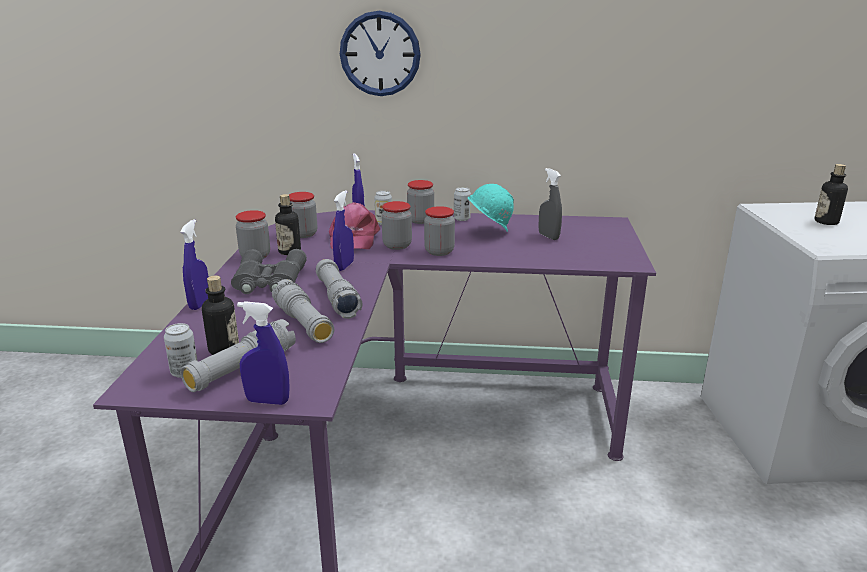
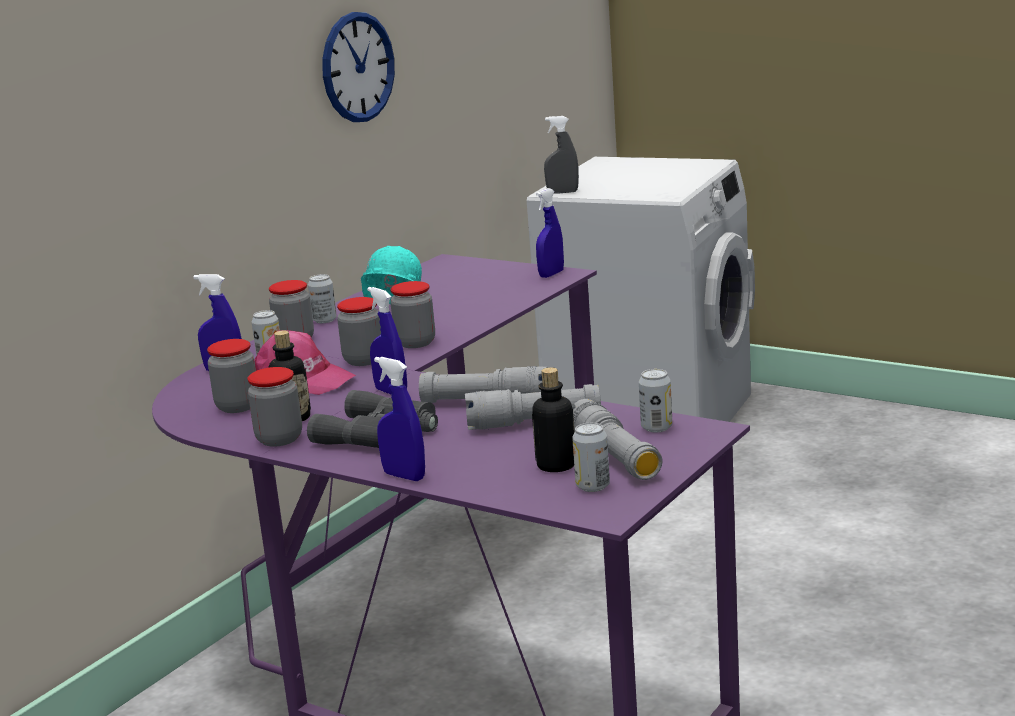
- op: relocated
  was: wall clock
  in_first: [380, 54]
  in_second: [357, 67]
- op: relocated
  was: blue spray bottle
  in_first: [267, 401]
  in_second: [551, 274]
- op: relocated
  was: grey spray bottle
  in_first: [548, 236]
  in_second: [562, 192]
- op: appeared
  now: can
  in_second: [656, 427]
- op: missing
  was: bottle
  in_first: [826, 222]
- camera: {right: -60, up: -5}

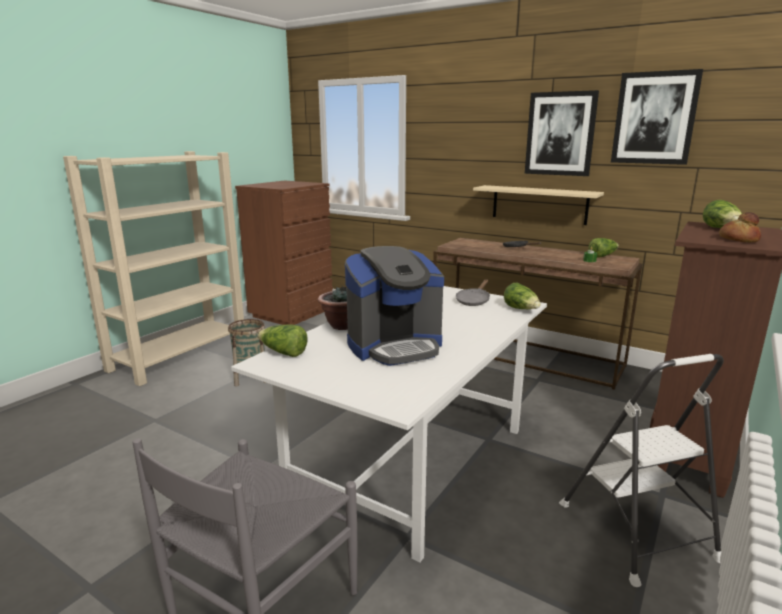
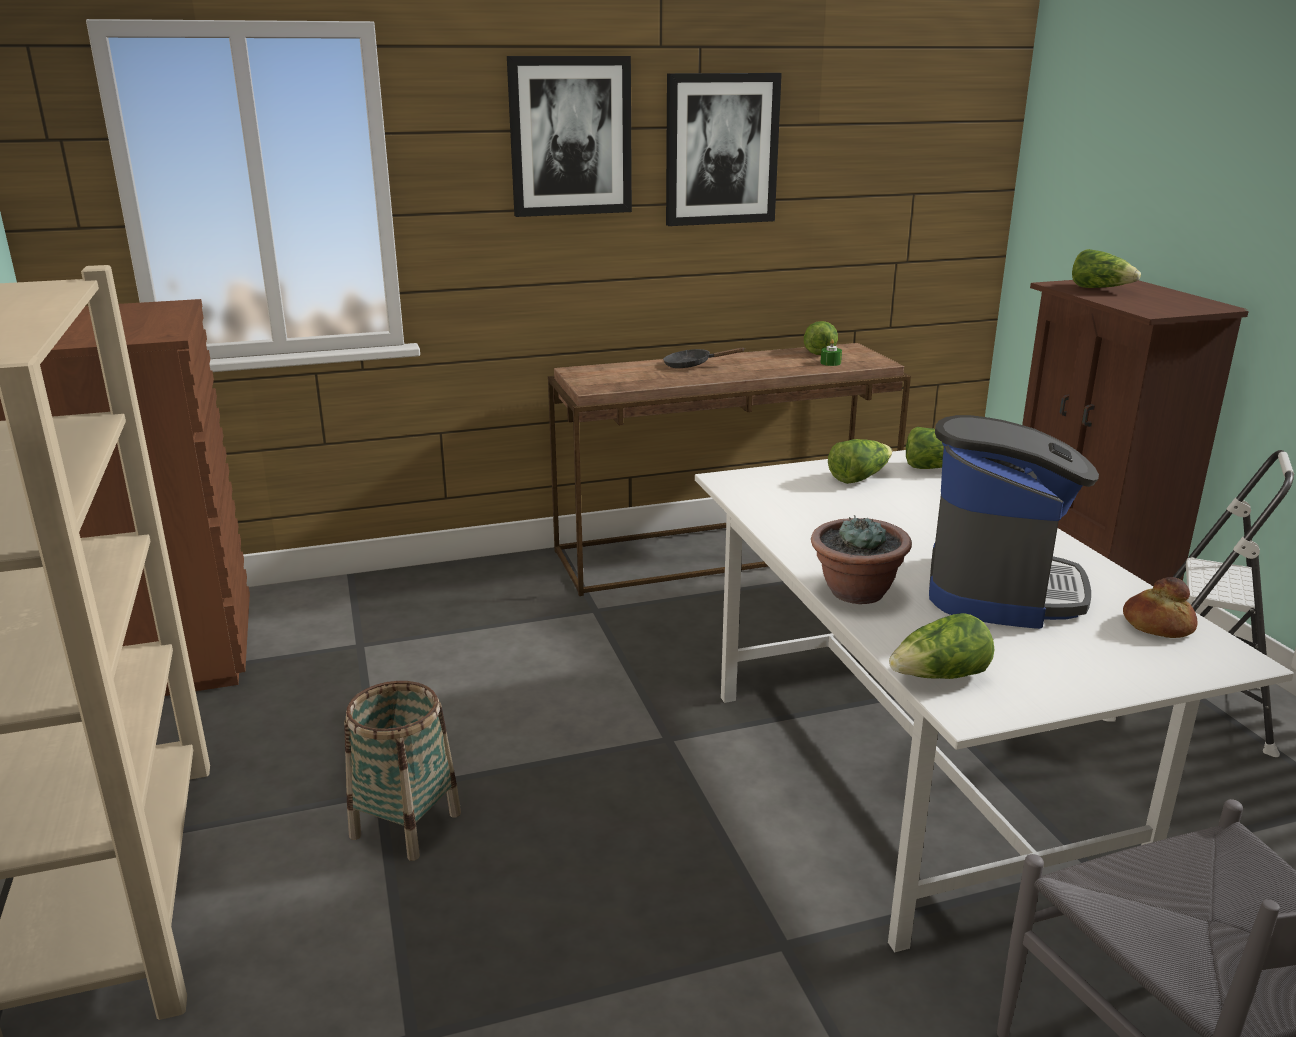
- op: relocated
  was: picture
  in_first: [654, 118]
  in_second: [570, 136]
- op: exchanged
  was: grey frying pan
  now: lettuce
  in_first: [473, 301]
  in_second: [858, 477]
- op: relocated
  was: bread
  in_first: [738, 239]
  in_second: [1157, 626]
- op: missing
  was: beige shelf
  in_first: [539, 204]
- camera: {right: -50, up: 5}

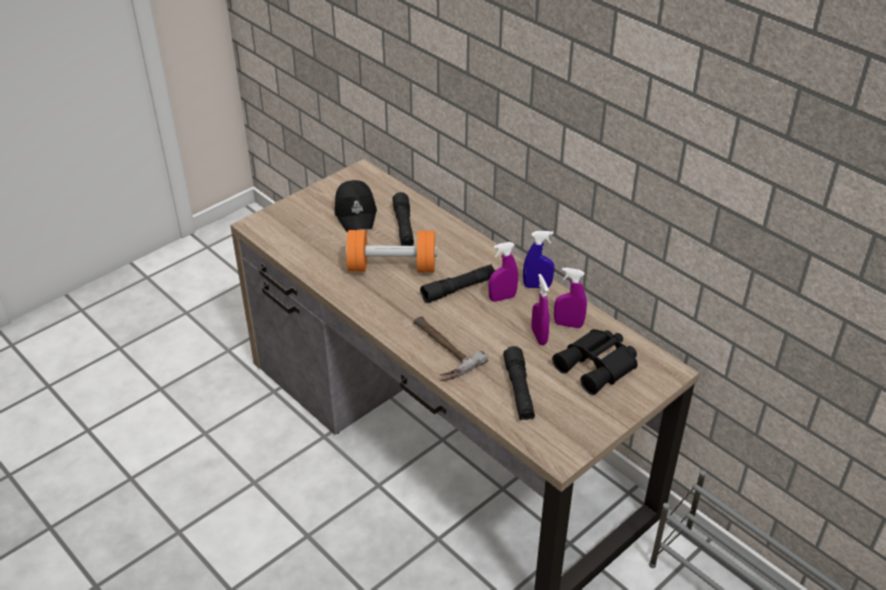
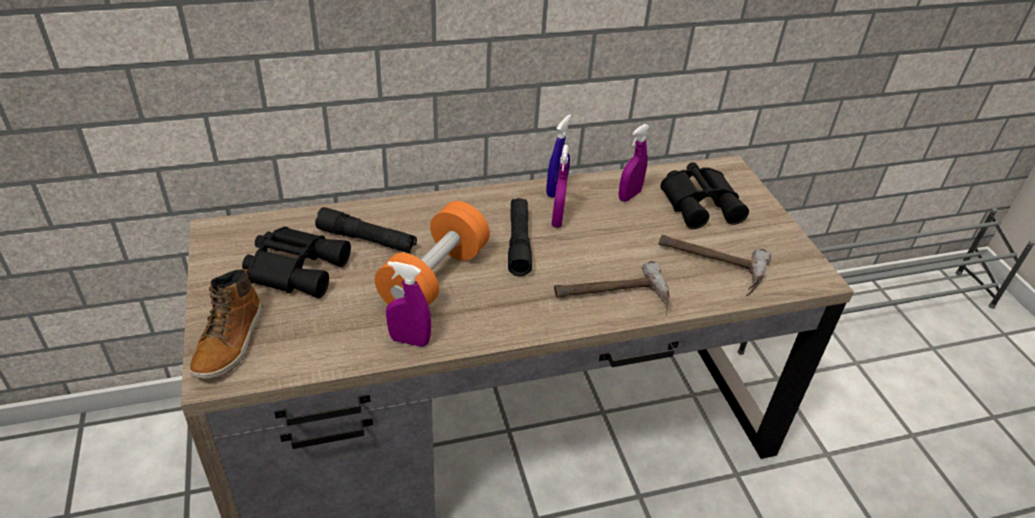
- op: appeared
  now: boot
  in_second: [230, 341]
- op: exchanged
  was: black cap
  now: black binoculars
  in_first: [356, 212]
  in_second: [296, 267]
- op: relocated
  was: purple spray bottle
  in_first: [539, 336]
  in_second: [409, 340]
- op: exchanged
  was: black flashlight
  now: hammer
  in_first: [519, 390]
  in_second: [709, 265]
- camera: {right: -65, up: 0}

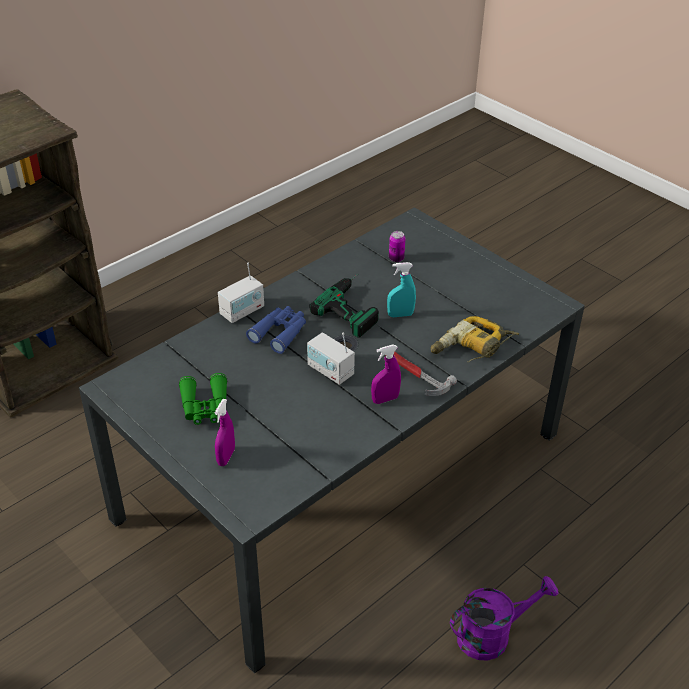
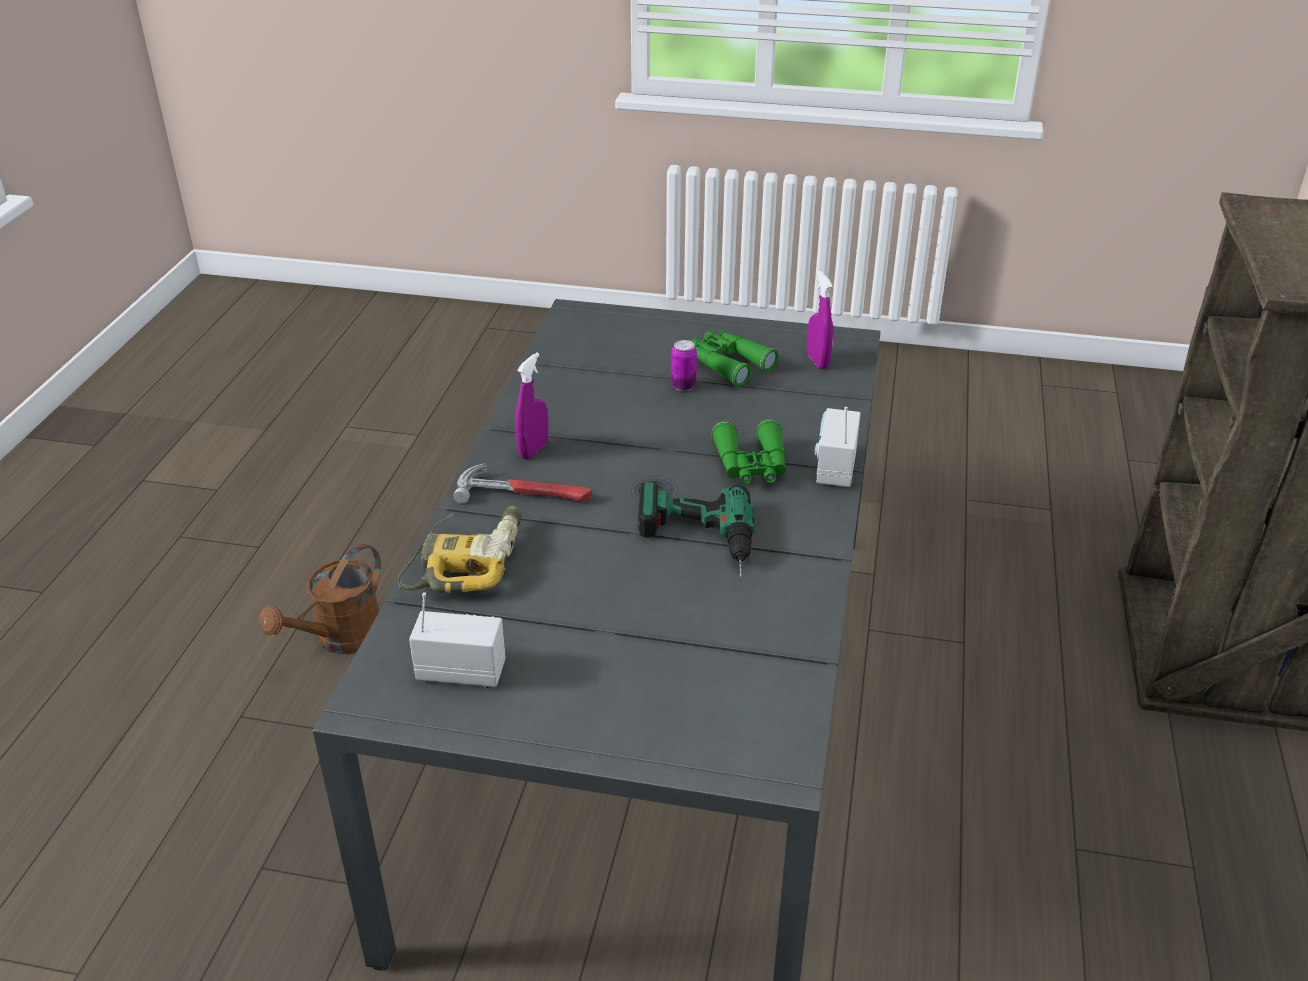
- op: colour
  was: purple watering can
  now: brown watering can
  in_first: [492, 635]
  in_second: [340, 640]
- op: relocated
  was: radio
  in_first: [330, 371]
  in_second: [461, 671]
- op: relocated
  was: can
  in_first: [396, 258]
  in_second: [683, 386]
- op: colour
  was: blue binoculars
  now: green binoculars
  in_first: [280, 333]
  in_second: [751, 465]
- op: relocated
  was: purple spray bottle
  in_first: [226, 457]
  in_second: [817, 361]
- op: missing
  was: turquoise spray bottle
  in_first: [400, 315]
- camera: {right: 145, up: -5}

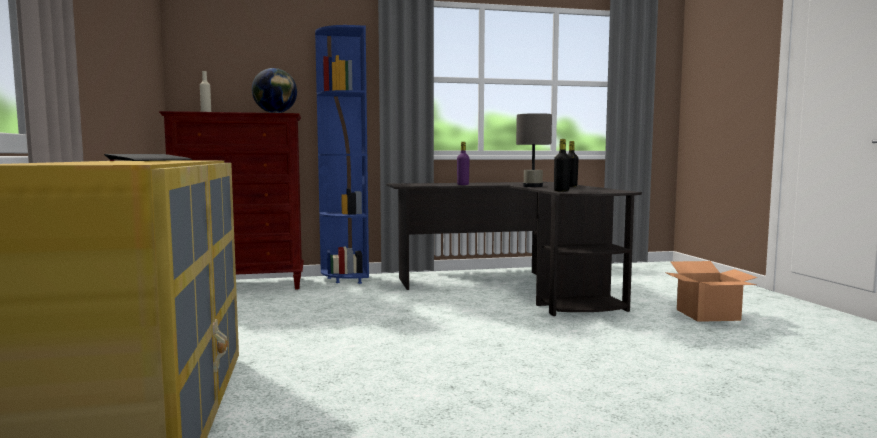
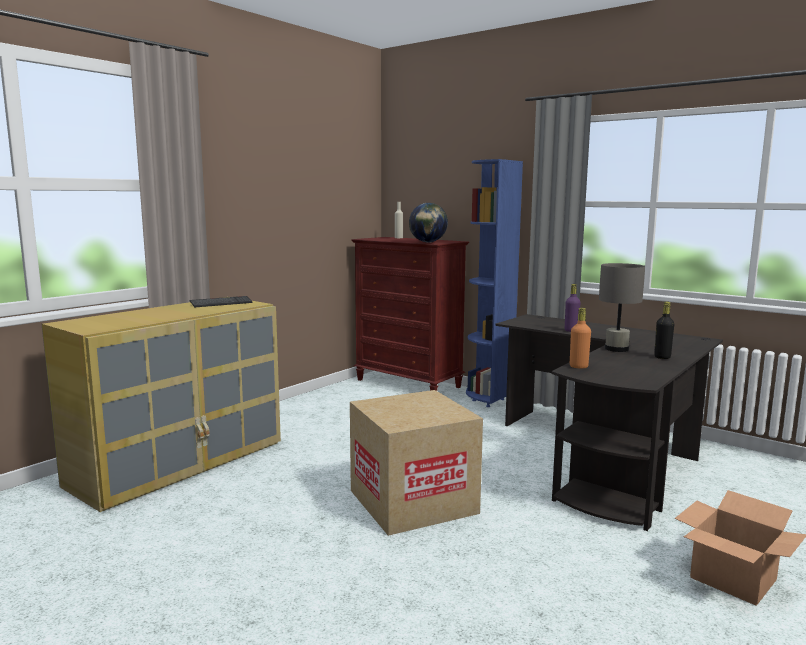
- op: appeared
  now: cardboard box
  in_second: [413, 501]
- op: colour
  was: black bottle
  now: orange bottle
  in_first: [561, 191]
  in_second: [578, 366]
- camera: {right: 50, up: 5}

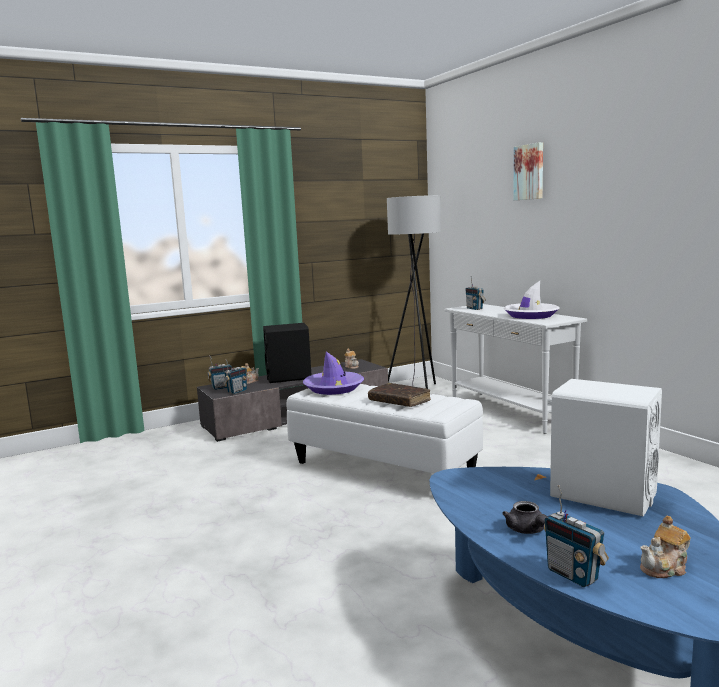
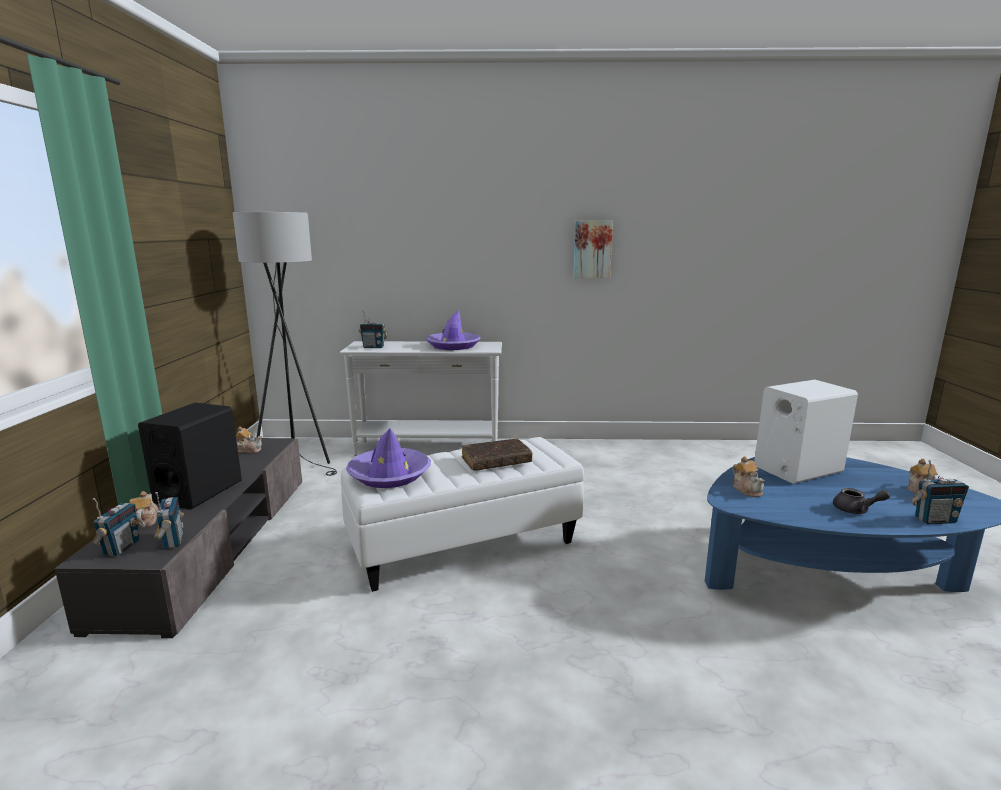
- op: colour
  was: white hat
  now: purple hat
  in_first: [531, 315]
  in_second: [453, 346]
- op: relocated
  was: picture
  in_first: [529, 172]
  in_second: [592, 249]
- op: appeared
  now: teapot
  in_second: [747, 489]
- camera: {right: -60, up: 5}

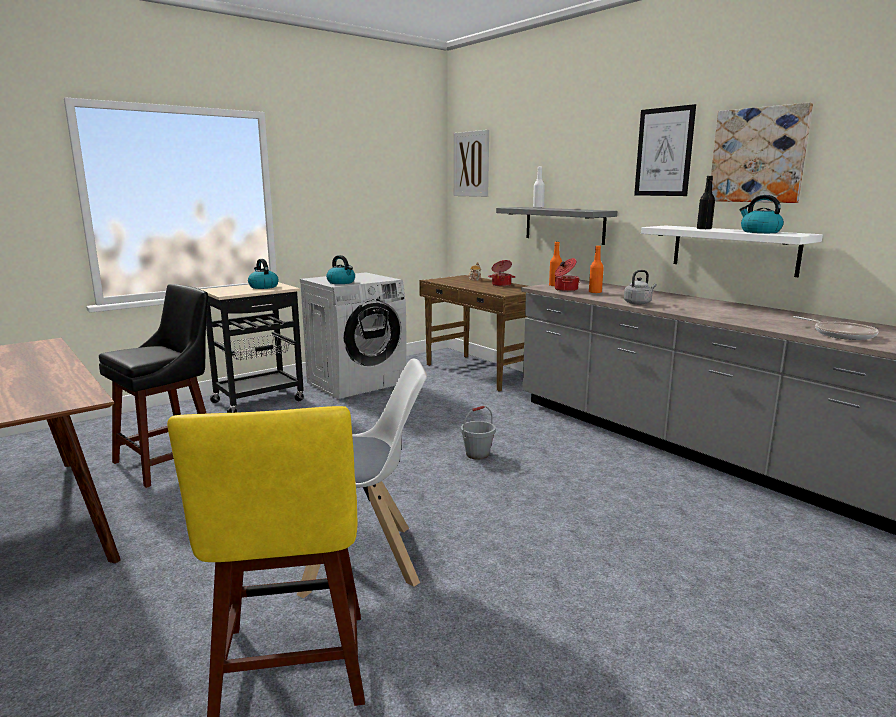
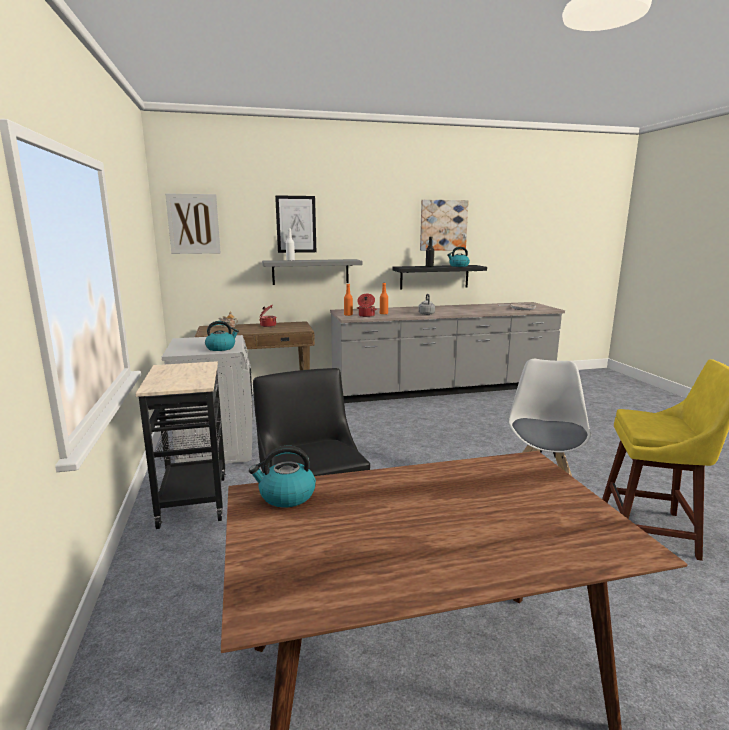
- op: relocated
  was: kettle
  in_first: [263, 287]
  in_second: [286, 496]
- op: relocated
  was: picture
  in_first: [664, 152]
  in_second: [296, 224]
- op: colour
  was: white shelf
  now: black shelf
  in_first: [734, 249]
  in_second: [434, 277]
- op: missing
  was: grey bucket
  in_first: [477, 454]
- camera: {right: -65, up: 0}

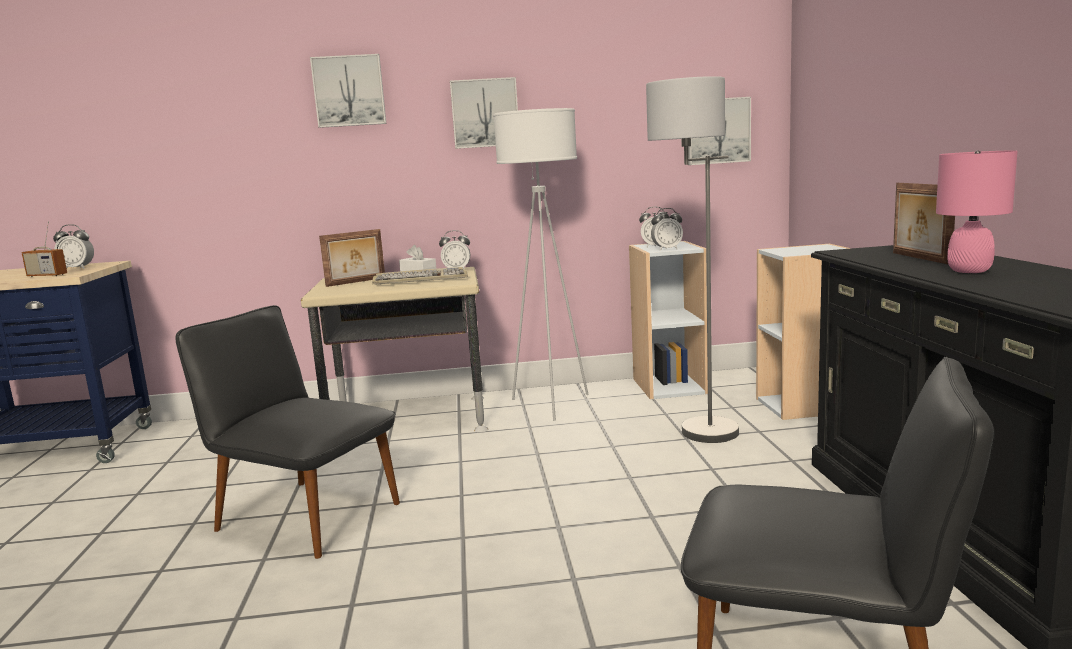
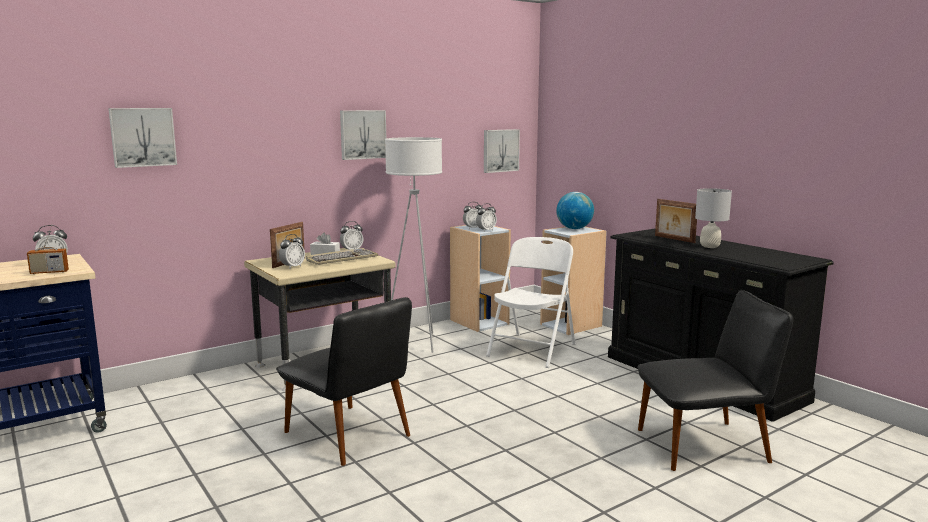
- op: relocated
  was: picture
  in_first: [349, 91]
  in_second: [143, 137]
- op: spun
  was: black chair
  in_first: [308, 516]
  in_second: [347, 434]
  clockwise: -135
- op: appeared
  now: alarm clock
  in_second: [292, 267]
- op: exchanged
  was: grey floor lamp
  now: white chair
  in_first: [697, 436]
  in_second: [532, 350]
- op: appeared
  now: globe
  in_second: [574, 228]
- op: colour
  was: pink table lamp
  now: grey table lamp
  in_first: [968, 271]
  in_second: [709, 247]
- camera: {right: -30, up: 0}

